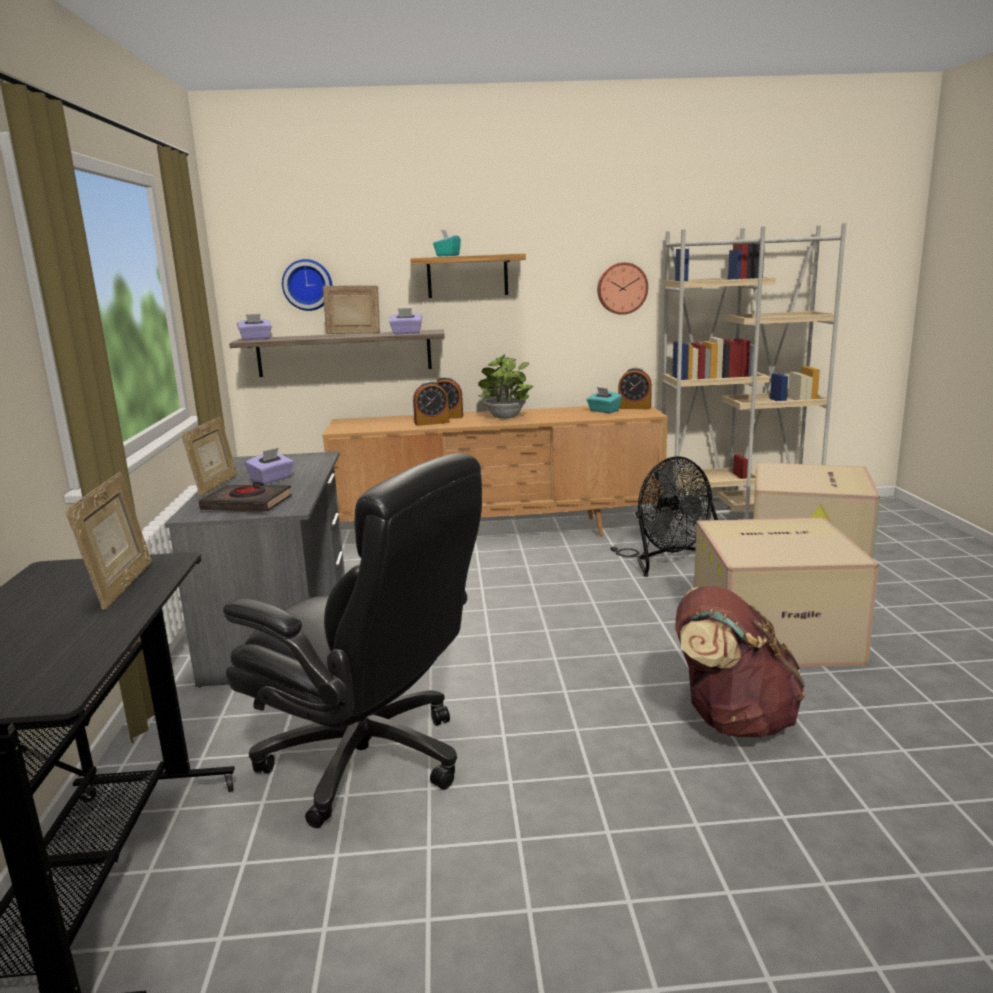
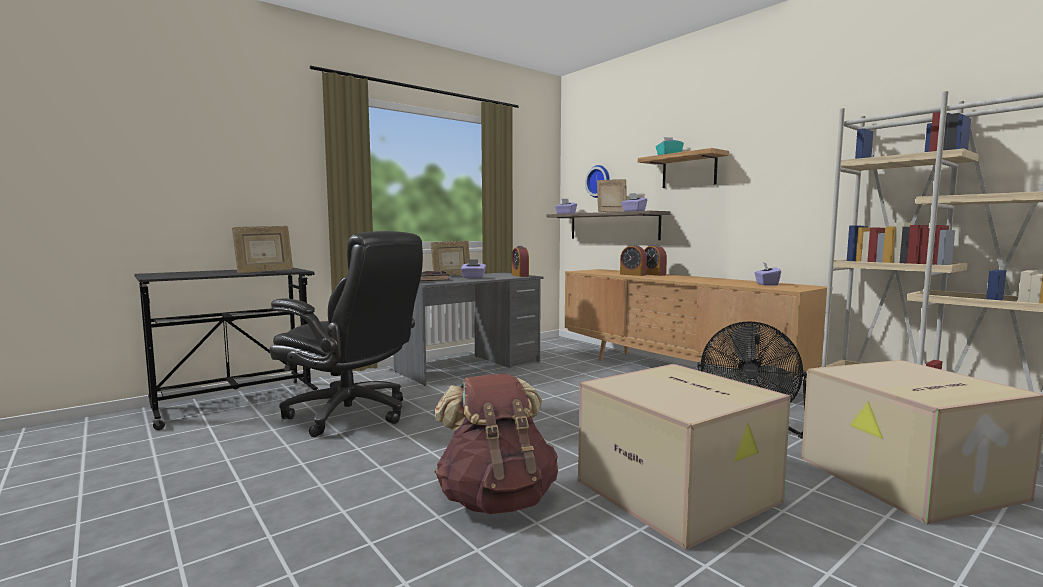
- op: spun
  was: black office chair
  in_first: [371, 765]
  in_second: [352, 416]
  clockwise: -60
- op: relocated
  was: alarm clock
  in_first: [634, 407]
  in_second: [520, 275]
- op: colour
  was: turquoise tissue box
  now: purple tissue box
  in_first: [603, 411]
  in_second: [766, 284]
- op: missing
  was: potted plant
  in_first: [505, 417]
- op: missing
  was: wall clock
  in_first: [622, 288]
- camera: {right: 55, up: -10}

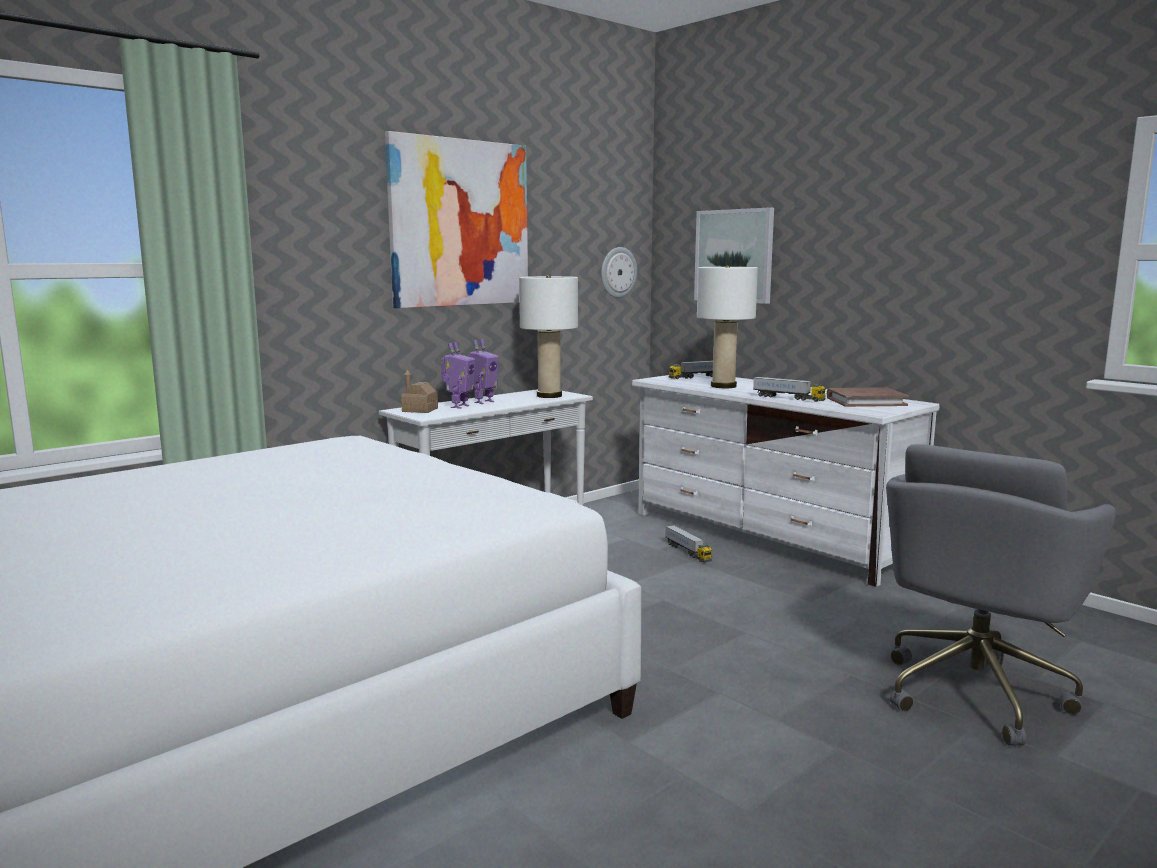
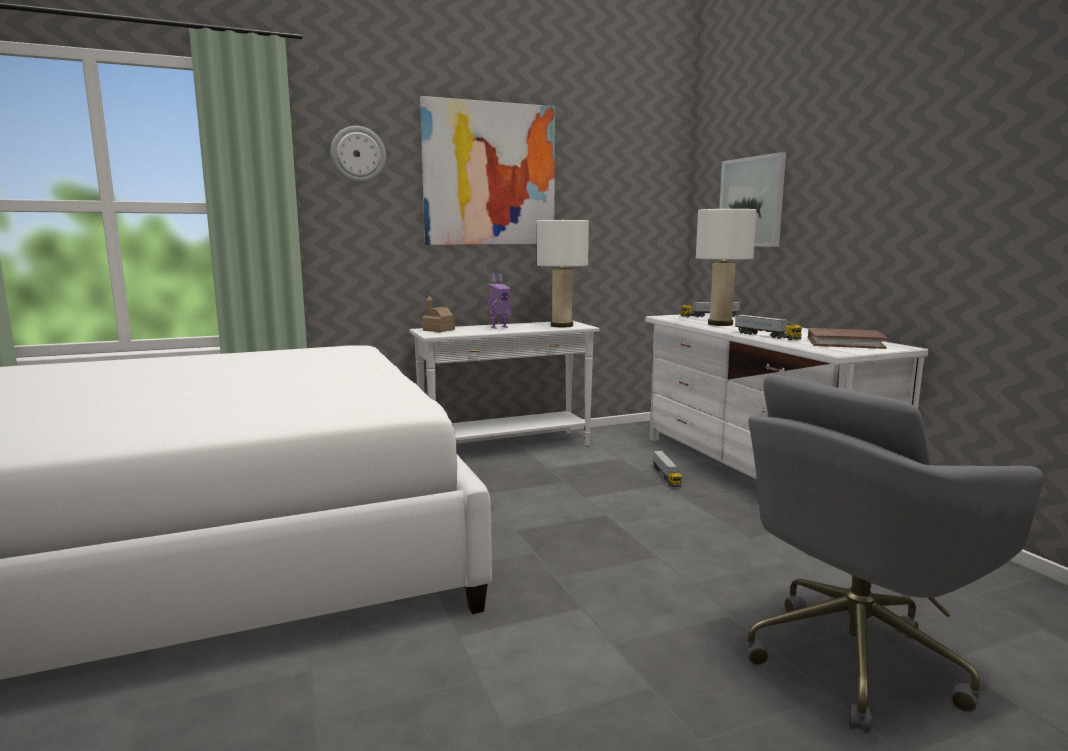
- op: relocated
  was: wall clock
  in_first: [618, 272]
  in_second: [358, 154]
- op: missing
  was: toy robot
  in_first: [458, 406]
- camera: {right: 20, up: 0}

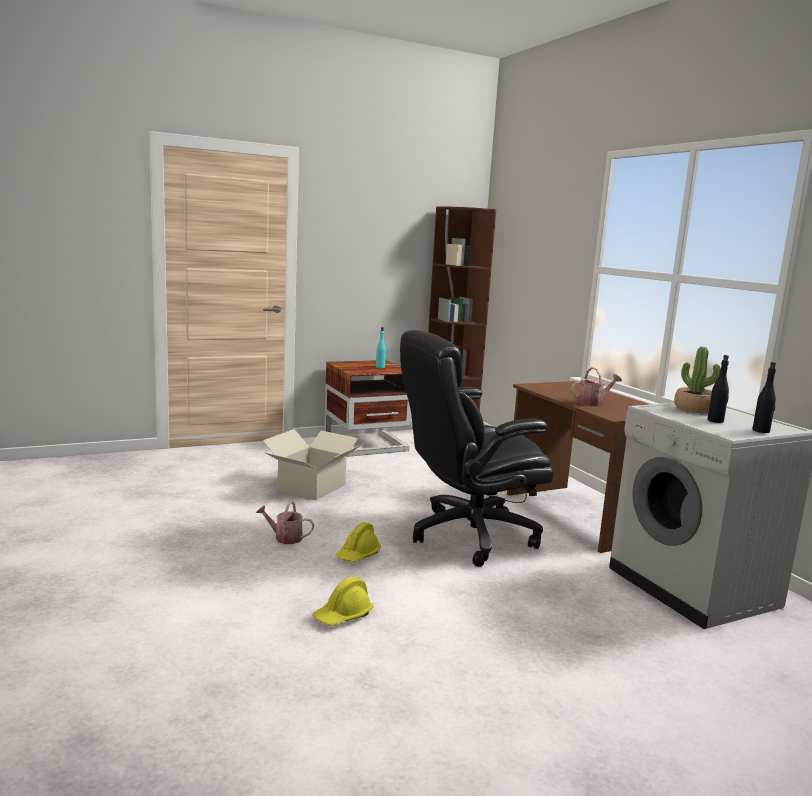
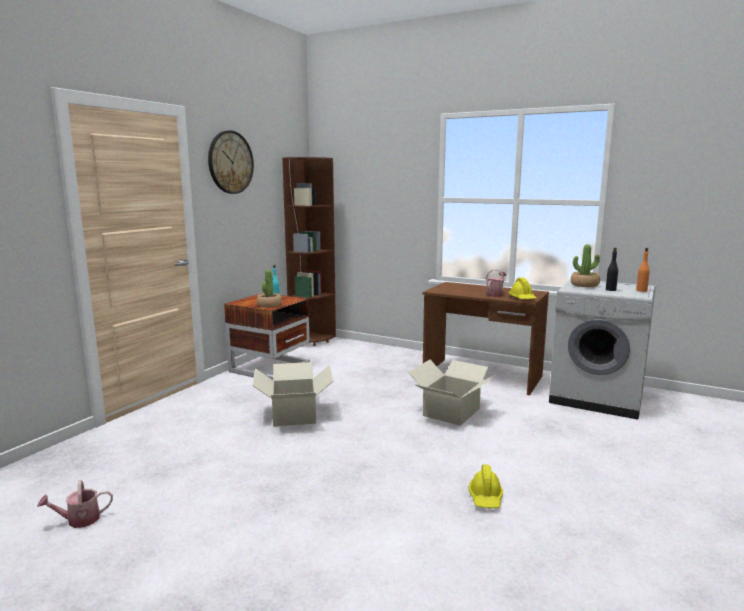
- op: relocated
  was: watering can
  in_first: [284, 538]
  in_second: [79, 520]
- op: appeared
  now: wall clock
  in_second: [230, 162]
- op: appeared
  now: potted plant
  in_second: [269, 305]
- op: exchanged
  was: black office chair
  now: cardboard box
  in_first: [466, 536]
  in_second: [450, 412]
- op: relocated
  was: yellow hard hat
  in_first: [358, 555]
  in_second: [522, 299]
- op: colour
  was: black bottle
  now: orange bottle
  in_first: [761, 431]
  in_second: [641, 290]
- camera: {right: -35, up: 0}

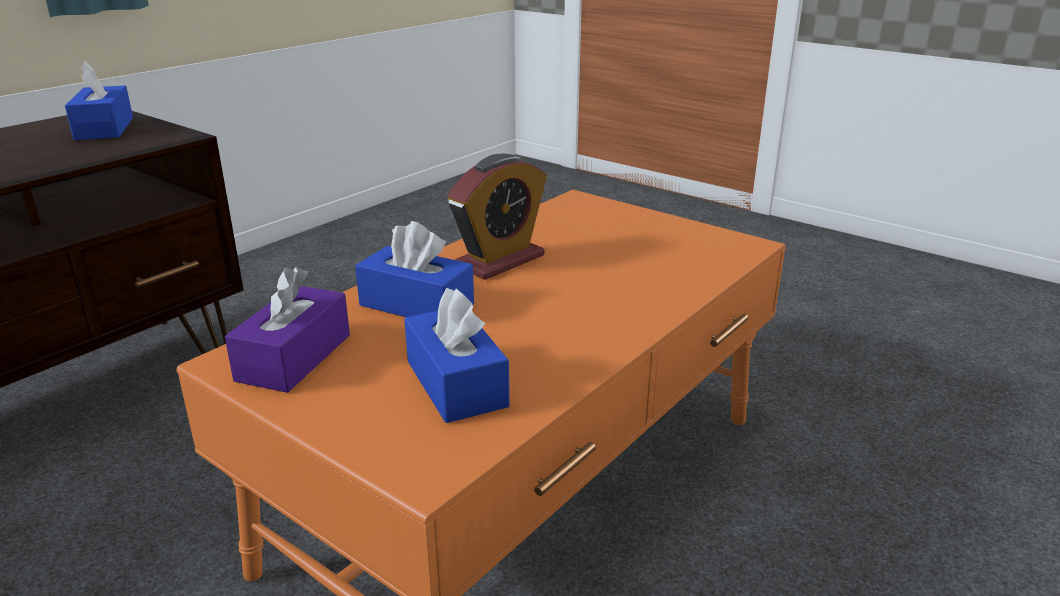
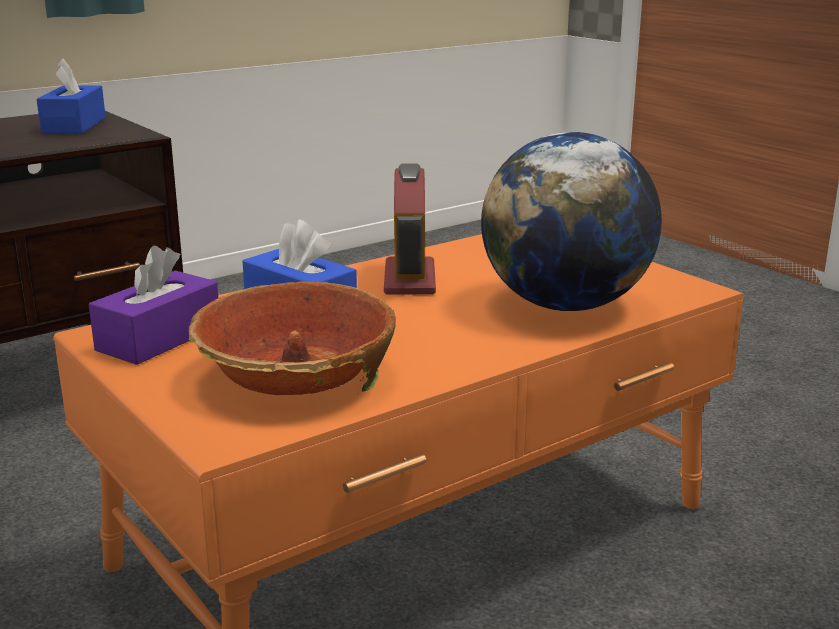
- op: exchanged
  was: blue tissue box
  now: bowl
  in_first: [456, 383]
  in_second: [295, 376]
- op: spun
  was: alarm clock
  in_first: [500, 261]
  in_second: [409, 279]
  clockwise: -60
- op: appeared
  now: globe
  in_second: [566, 305]
- camera: {right: 15, up: -5}

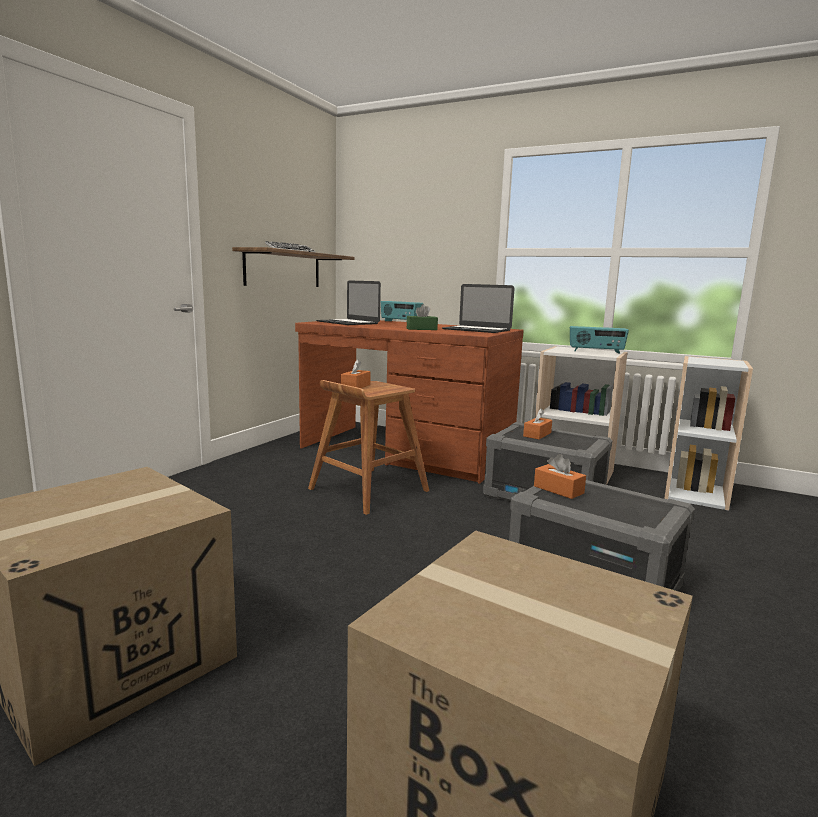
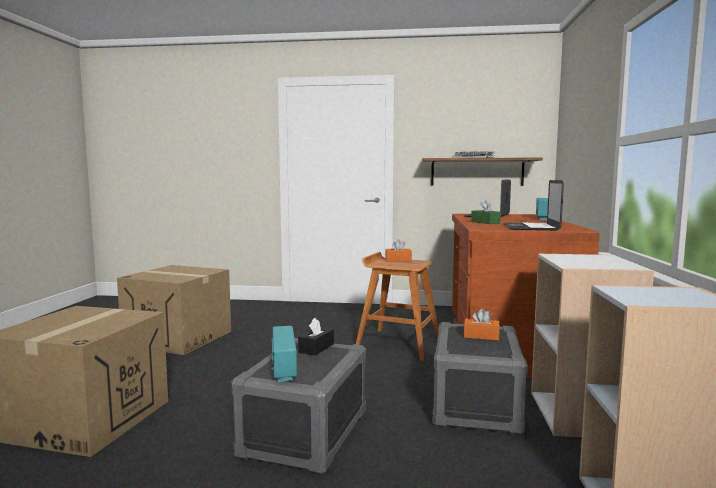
- op: relocated
  was: radio
  in_first: [596, 351]
  in_second: [283, 369]
- op: colour
  was: orange tissue box
  now: black tissue box
  in_first: [558, 489]
  in_second: [316, 348]
- camera: {right: 70, up: -5}

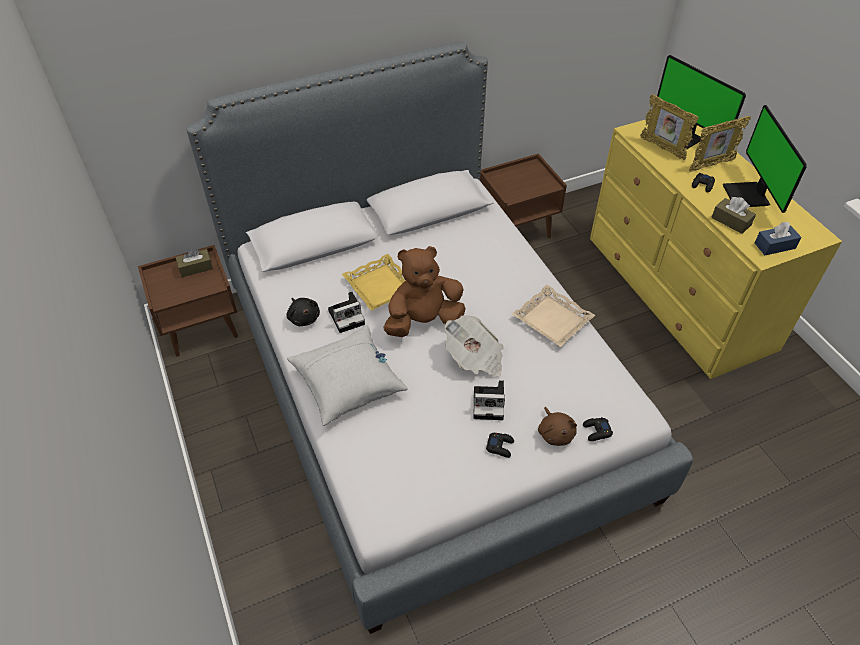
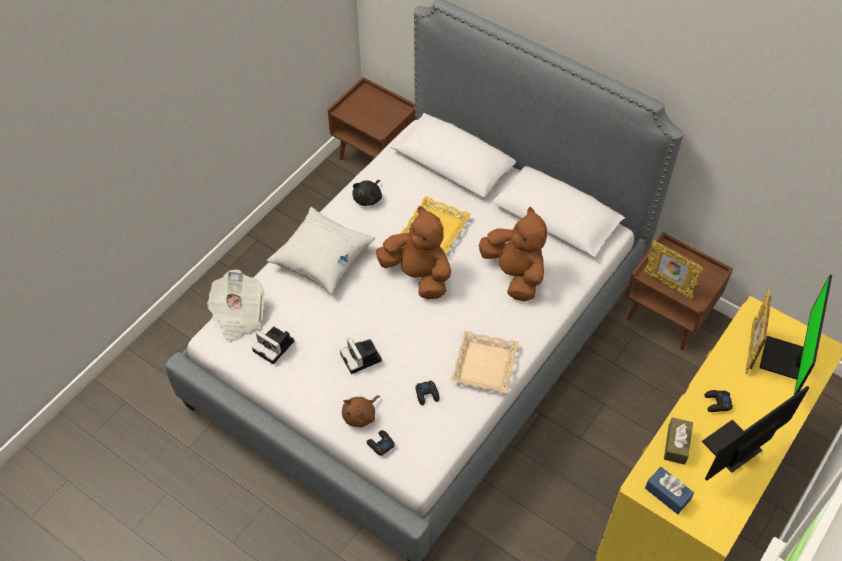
- op: relocated
  was: newspaper
  in_first: [475, 358]
  in_second: [238, 314]
- op: relocated
  was: photo camera
  in_first: [347, 316]
  in_second: [275, 346]
- op: relocated
  was: black game controller
  in_first: [500, 446]
  in_second: [427, 394]
- op: appeared
  now: brown plush toy
  in_second: [514, 274]
- op: relocated
  was: picture frame
  in_first: [711, 165]
  in_second: [667, 285]
- op: missing
  was: brown tissue box
  in_first: [196, 268]
- camera: {right: 60, up: 5}

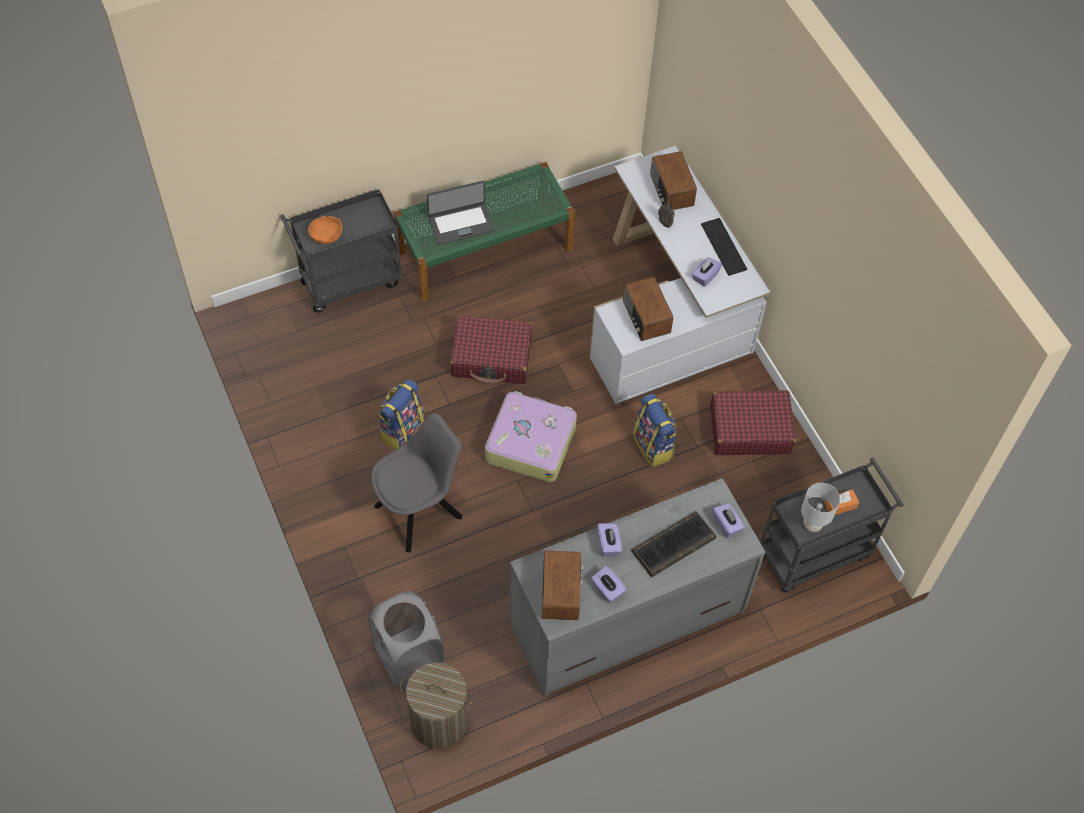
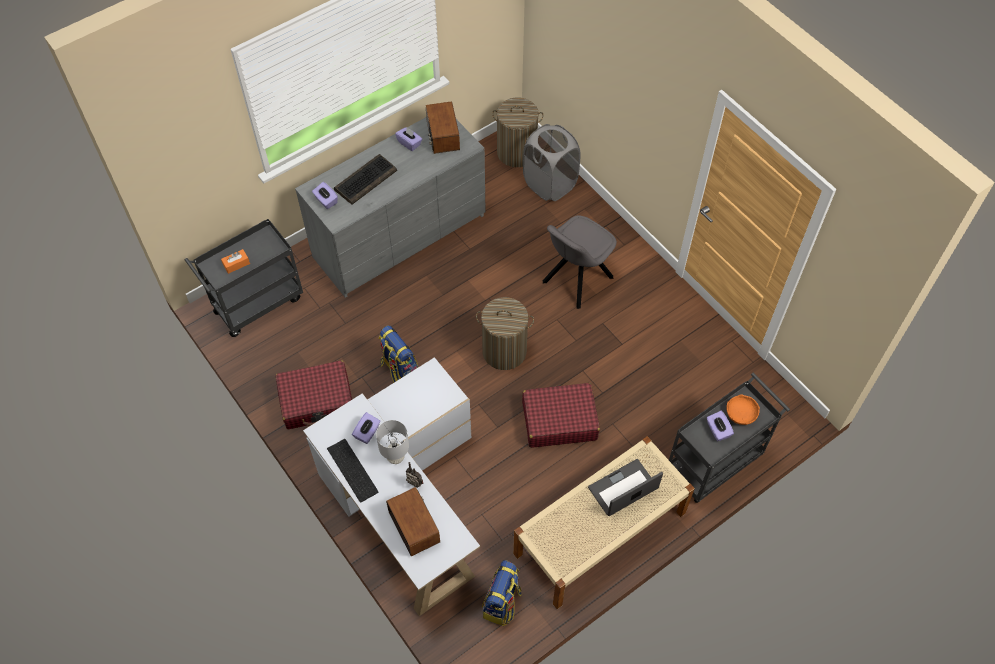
- op: relocated
  was: grey table lamp
  in_first: [813, 524]
  in_second: [395, 458]
- op: exchanged
  was: suitcase
  now: laundry basket
  in_first: [530, 442]
  in_second: [504, 351]
- op: relocated
  was: backpack
  in_first: [401, 430]
  in_second: [502, 603]
- op: colour
  was: green bench
  now: beige bench
  in_first: [484, 249]
  in_second: [600, 534]
- op: relocated
  was: purple tissue box
  in_first: [608, 544]
  in_second: [717, 430]
- op: missing
  was: radio
  in_first: [645, 318]
- camera: {right: 170, up: 0}

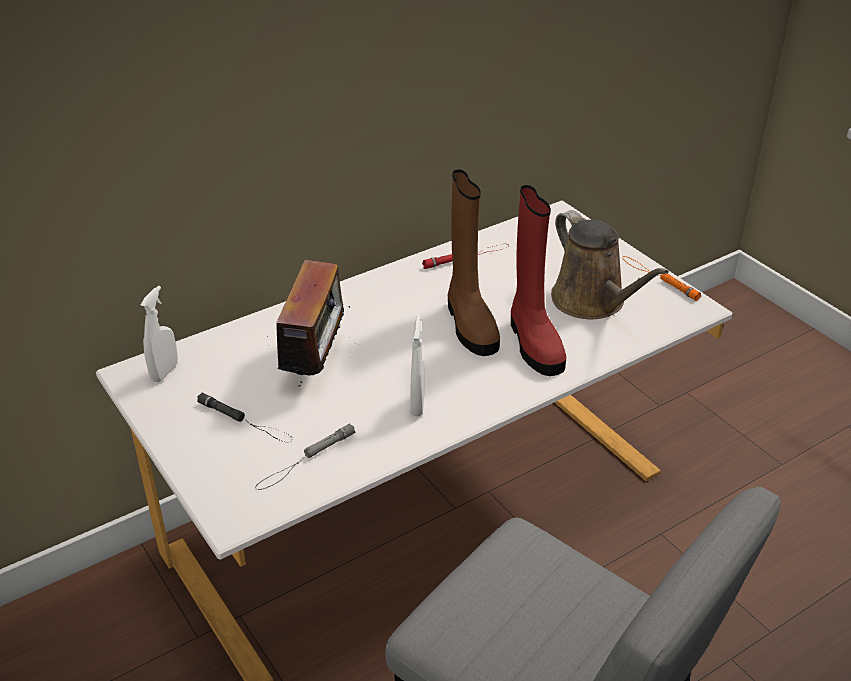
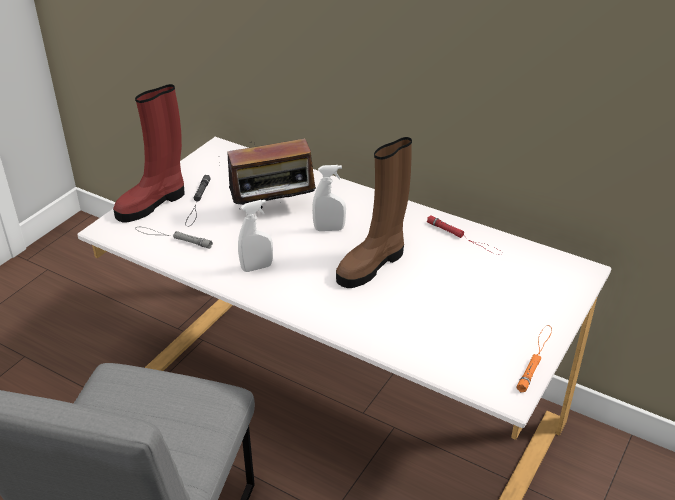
- op: relocated
  was: red boot
  in_first: [533, 343]
  in_second: [153, 203]
- op: relocated
  was: white spray bottle
  in_first: [164, 372]
  in_second: [329, 229]
- op: missing
  was: brown watering can
  in_first: [592, 302]
- camera: {right: 65, up: 0}

